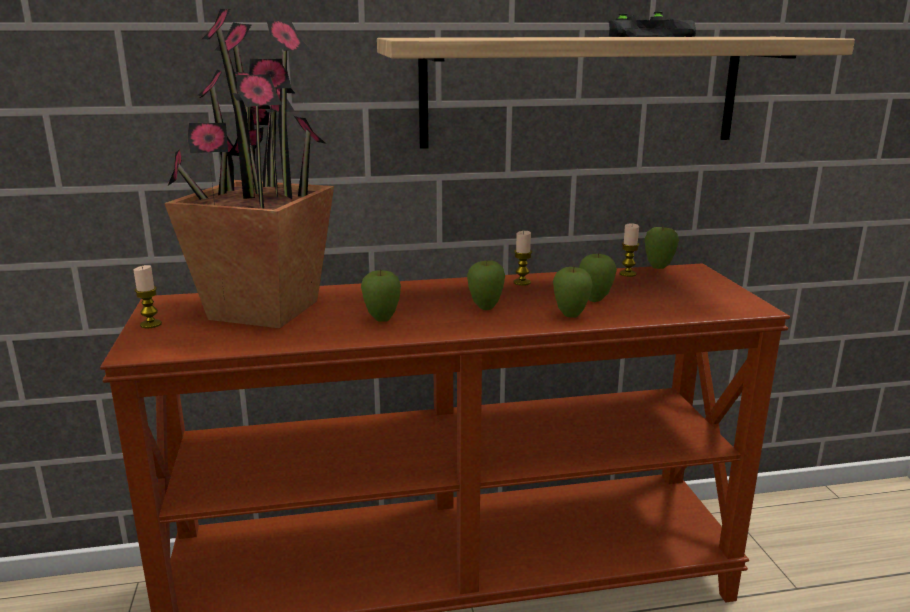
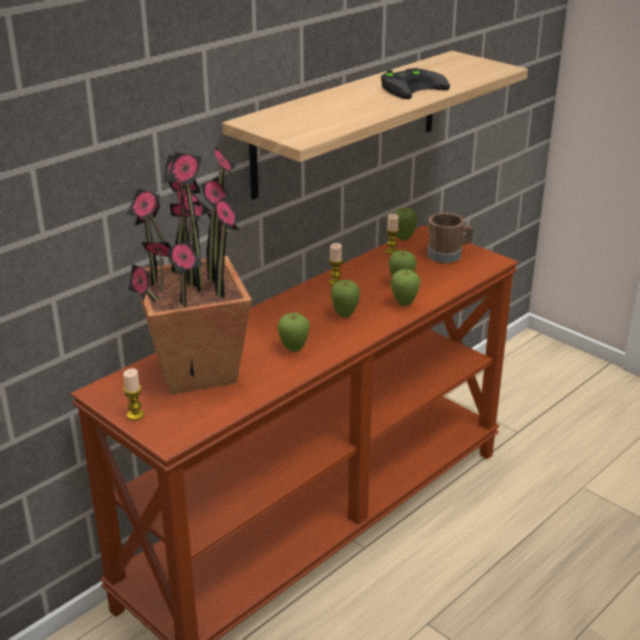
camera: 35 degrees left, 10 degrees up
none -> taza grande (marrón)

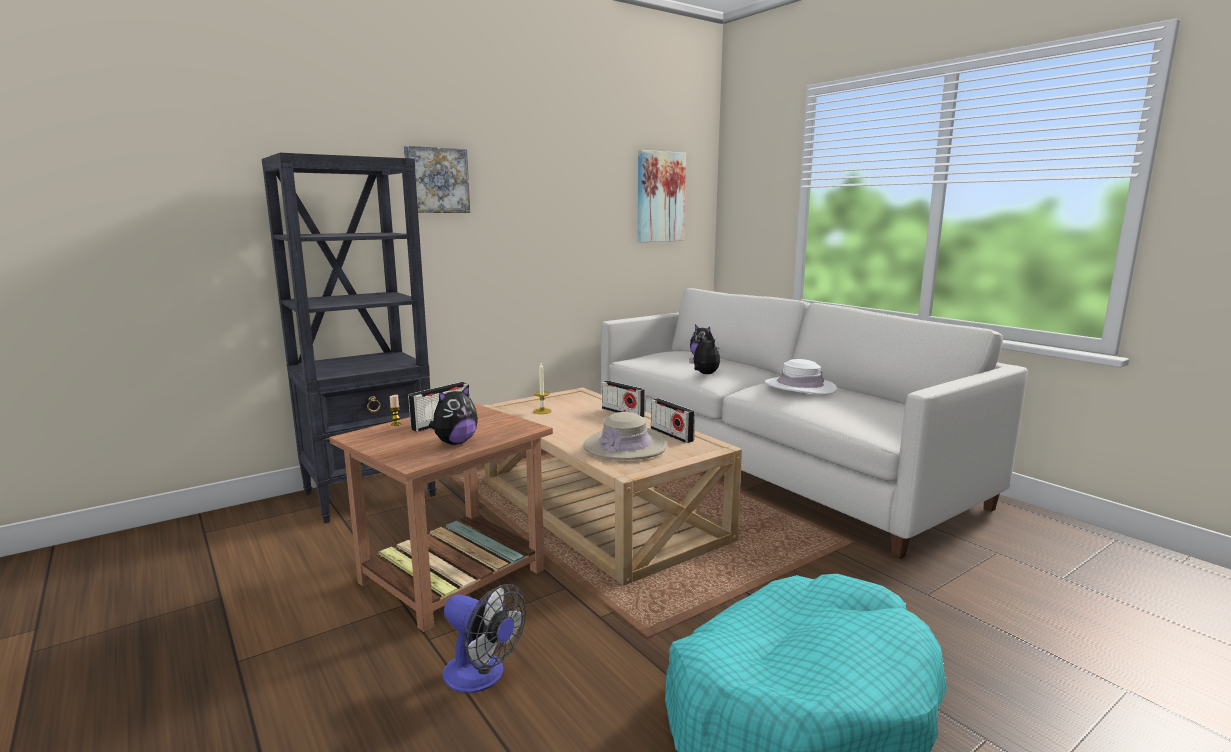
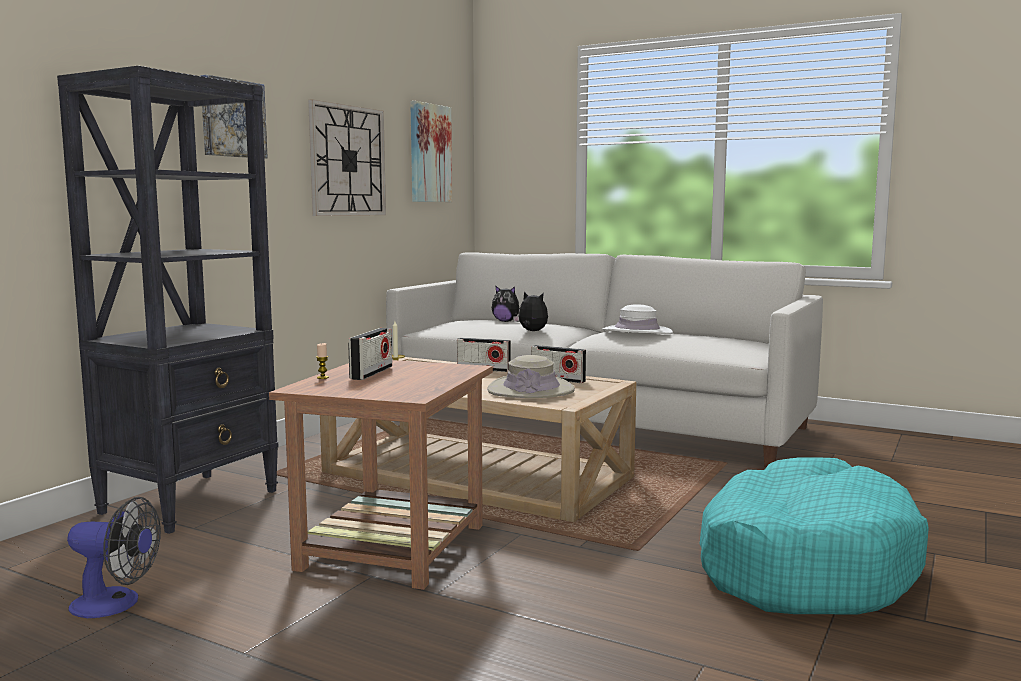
camera: 25 degrees left, 5 degrees down
peluche (1st from left) -> none
none -> reloj de pared
ventilador, moved

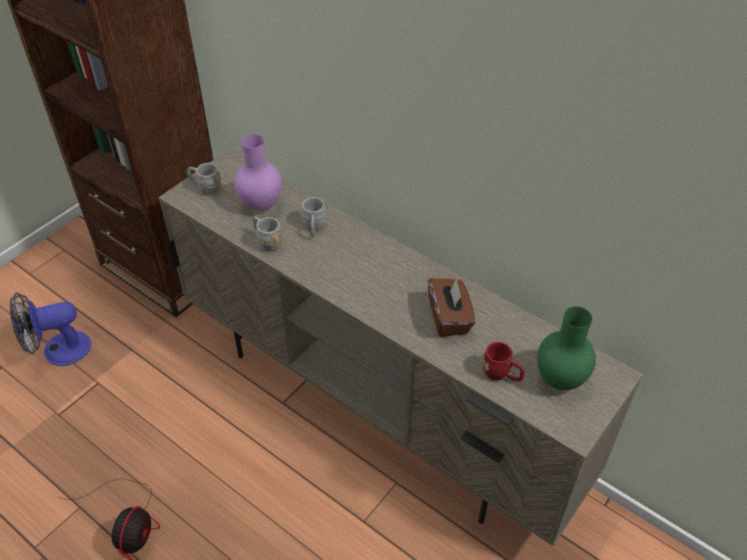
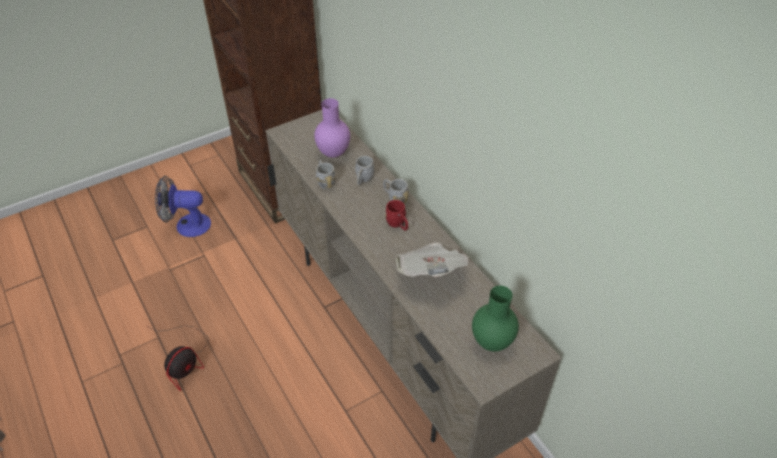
camera: 20 degrees right, 0 degrees up
taza grande (gris) (1st from left in the first image) -> taza grande (gris) (3rd from left), moved
taza grande (rojo), moved
caja de pañuelos (marrón) -> periódico

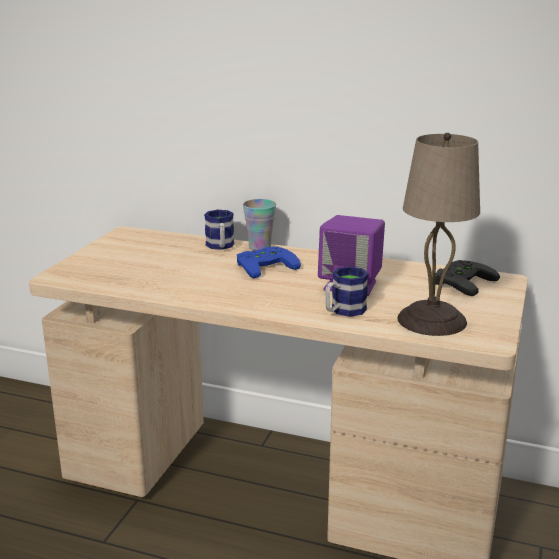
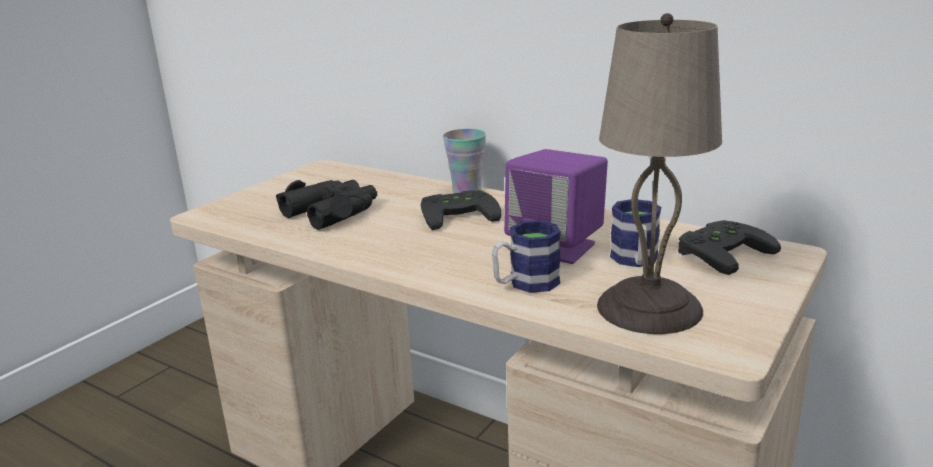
camera: 15 degrees right, 0 degrees up
none -> prismáticos (negro)
taza grande (1st from left in the first image) -> taza grande (2nd from left), moved
mando de consola (azul) -> mando de consola (negro) (1st from left)

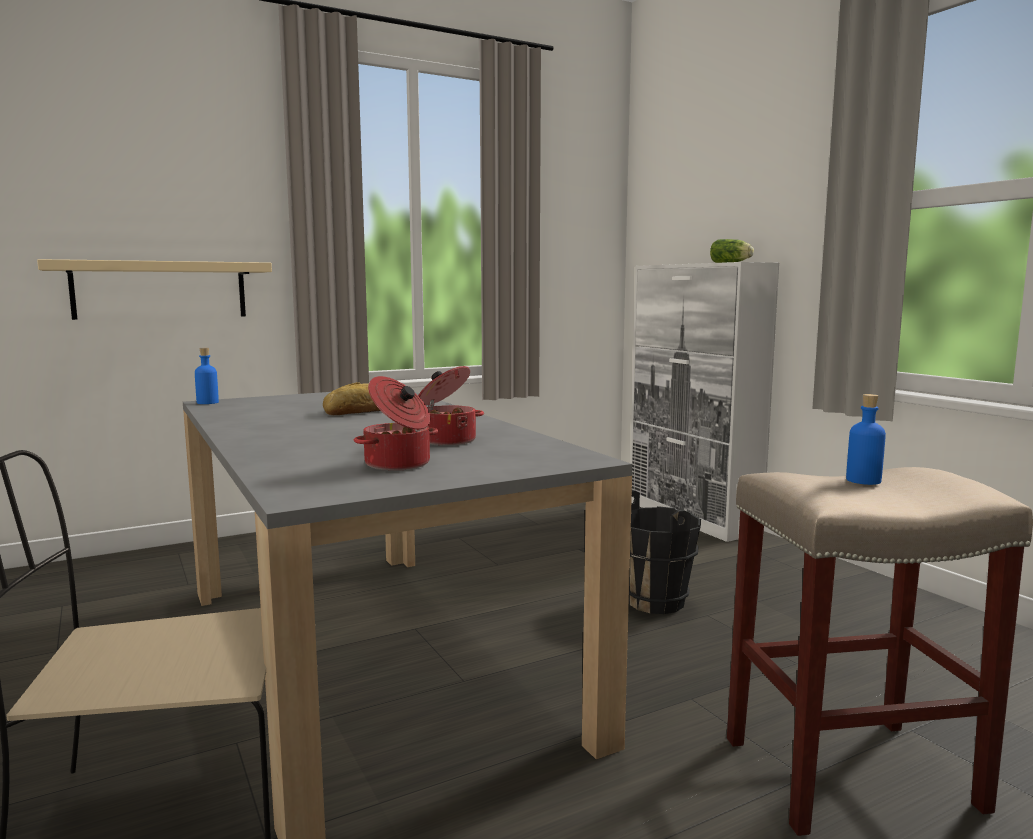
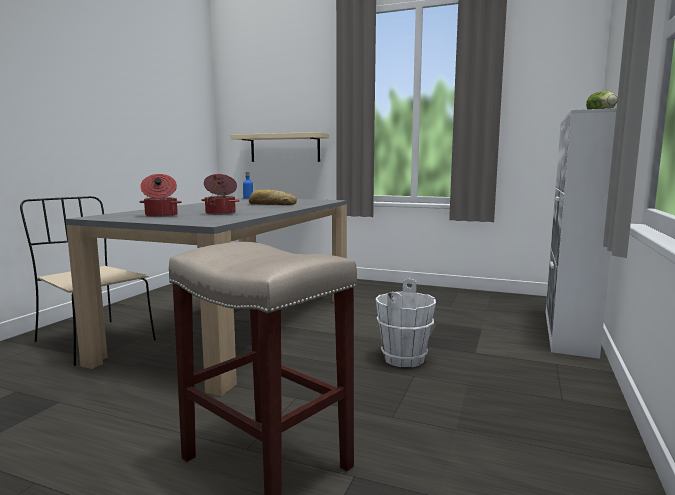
camera: 50 degrees right, 0 degrees up
botella (azul) (2nd from left) -> none
cubo (negro) -> cubo (blanco)

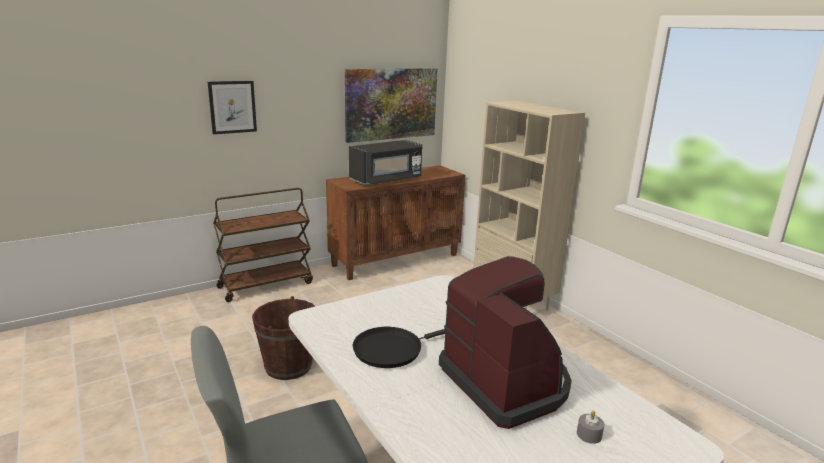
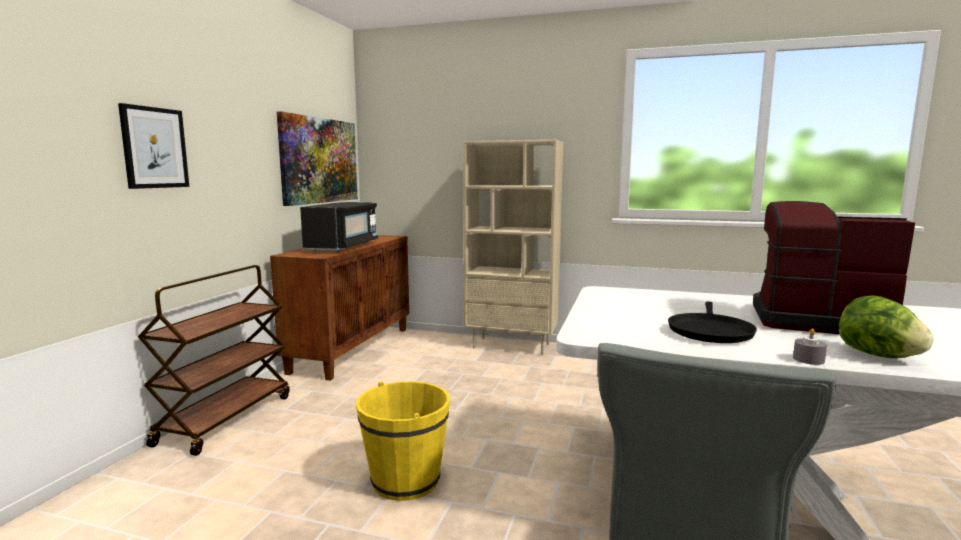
camera: 40 degrees left, 10 degrees down
none -> lechuga
vela (gris), moved
cubo (marrón) -> cubo (amarillo)

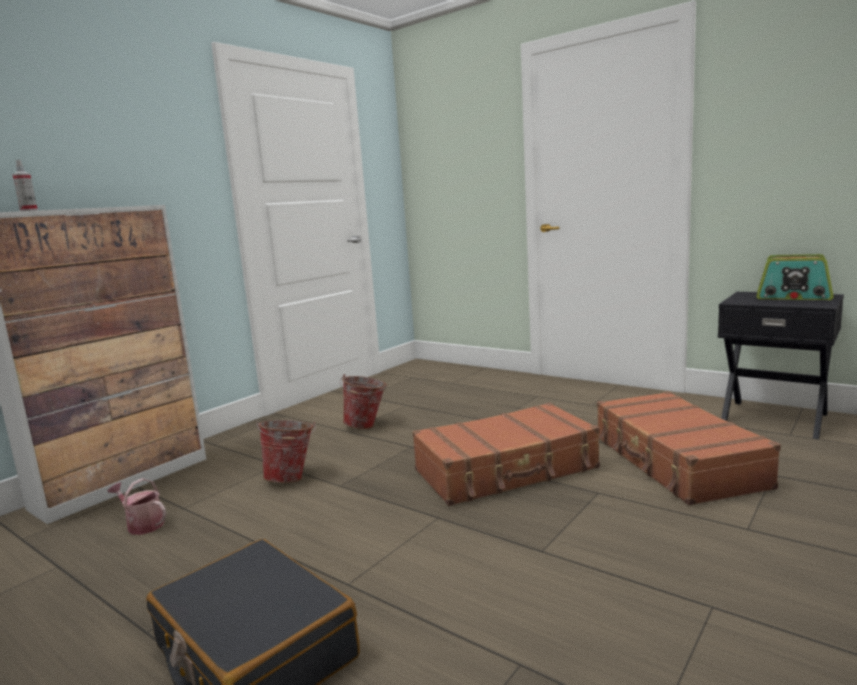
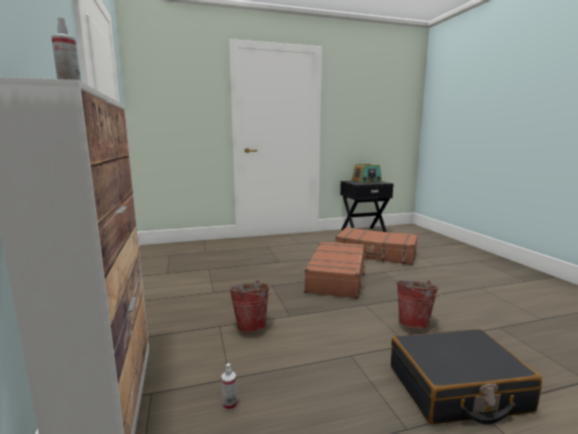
camera: 55 degrees left, 0 degrees up
cubo (2nd from left), moved
regadera -> pulverizador (2nd from left)

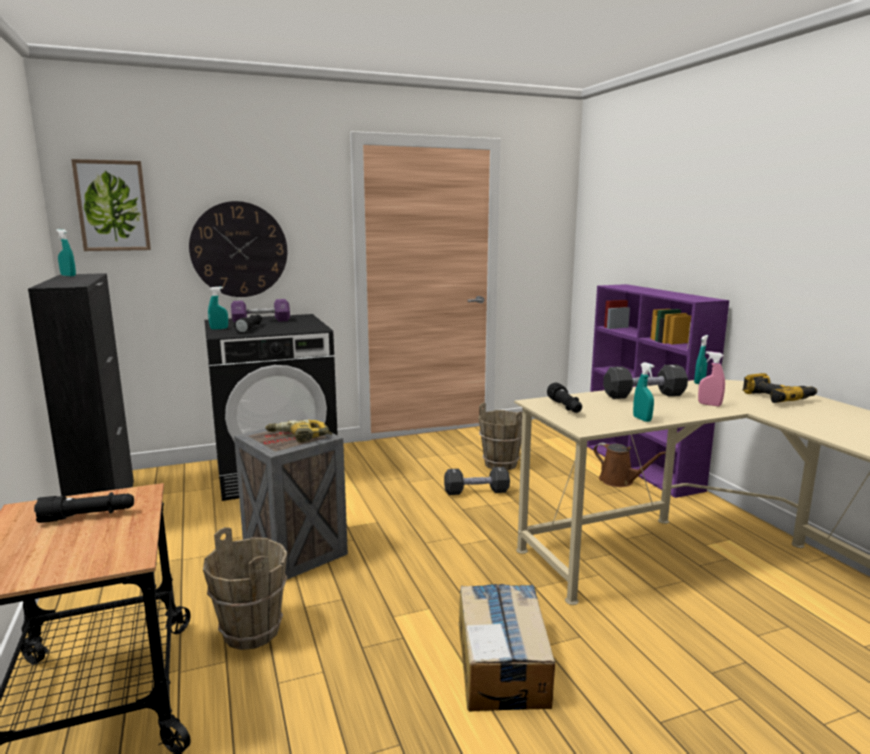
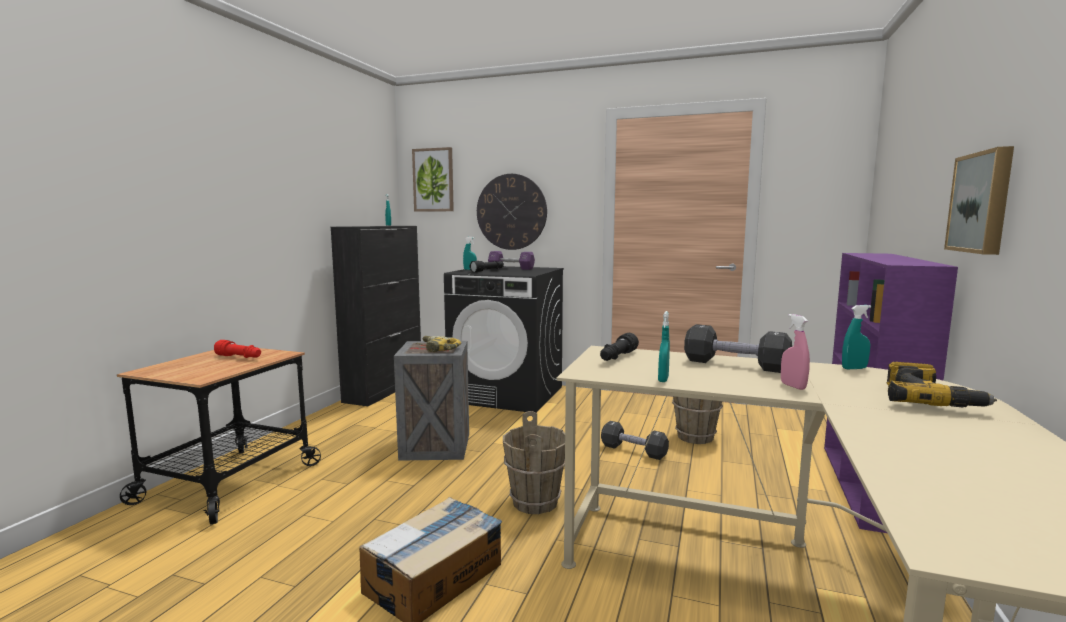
camera: 40 degrees right, 5 degrees down
regadera (marrón) -> none
none -> cuadro (2nd from left)
cubo (marrón) (1st from left), moved
linterna (negro) (1st from left) -> linterna (rojo)

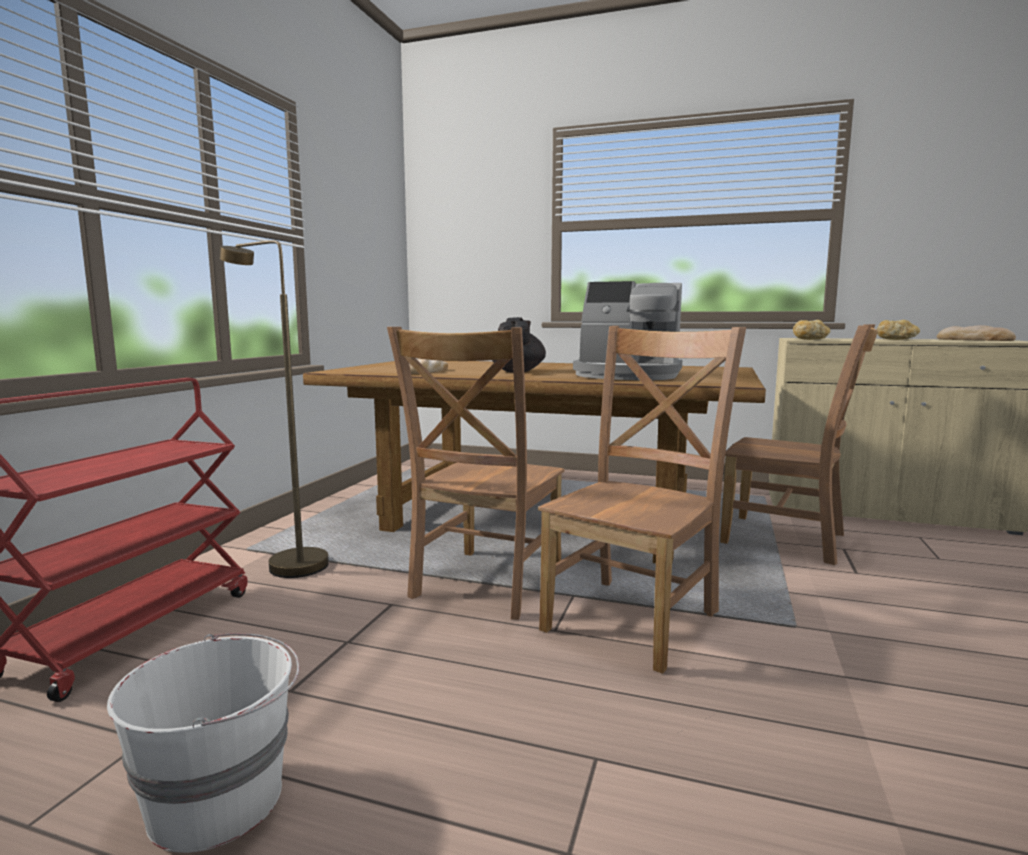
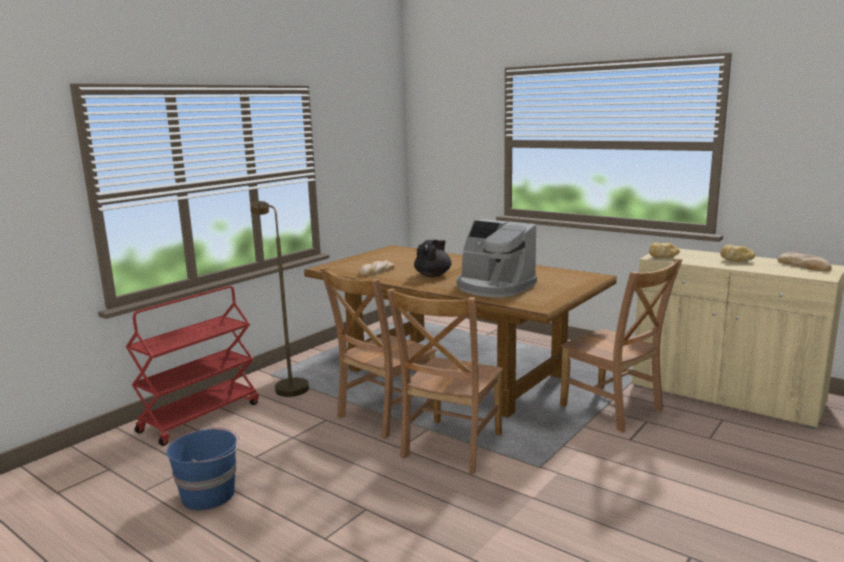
camera: 20 degrees right, 5 degrees up
cubo (blanco) -> cubo (azul)
silla (marrón) (2nd from left), 150 degrees clockwise

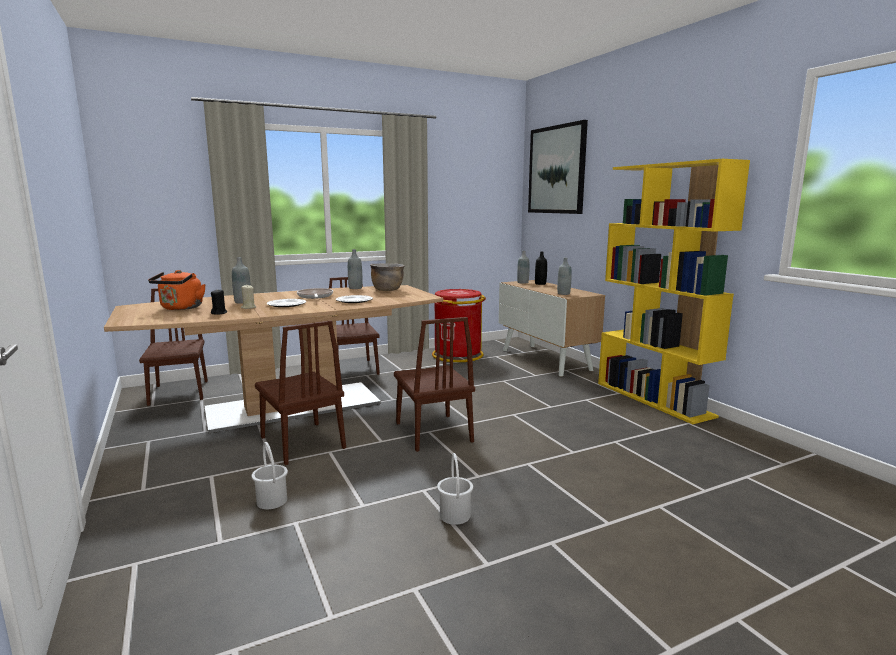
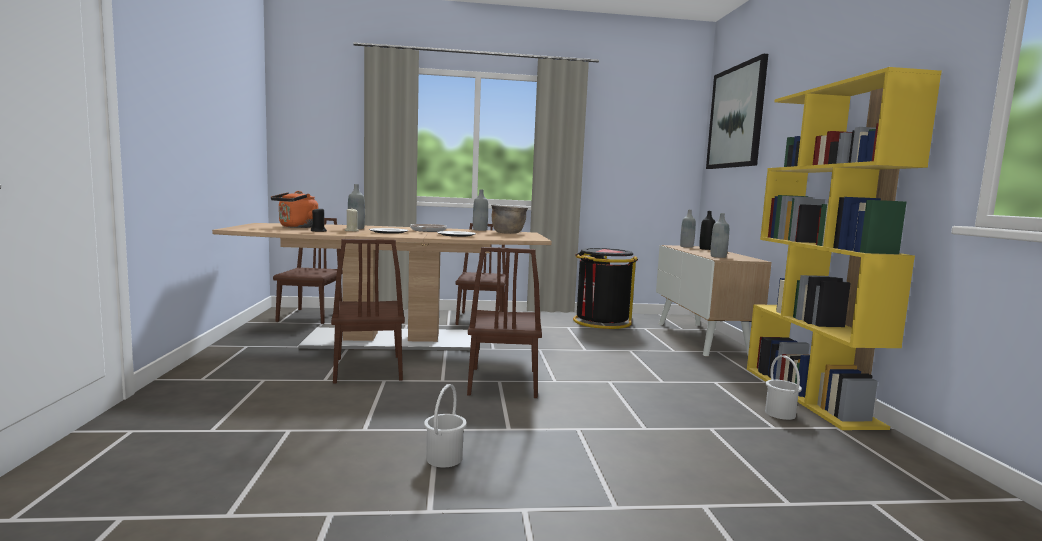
camera: 20 degrees right, 5 degrees down
cubo (blanco) (1st from left in the first image) -> cubo (blanco) (2nd from left), moved
papelera (rojo) -> papelera (negro)

